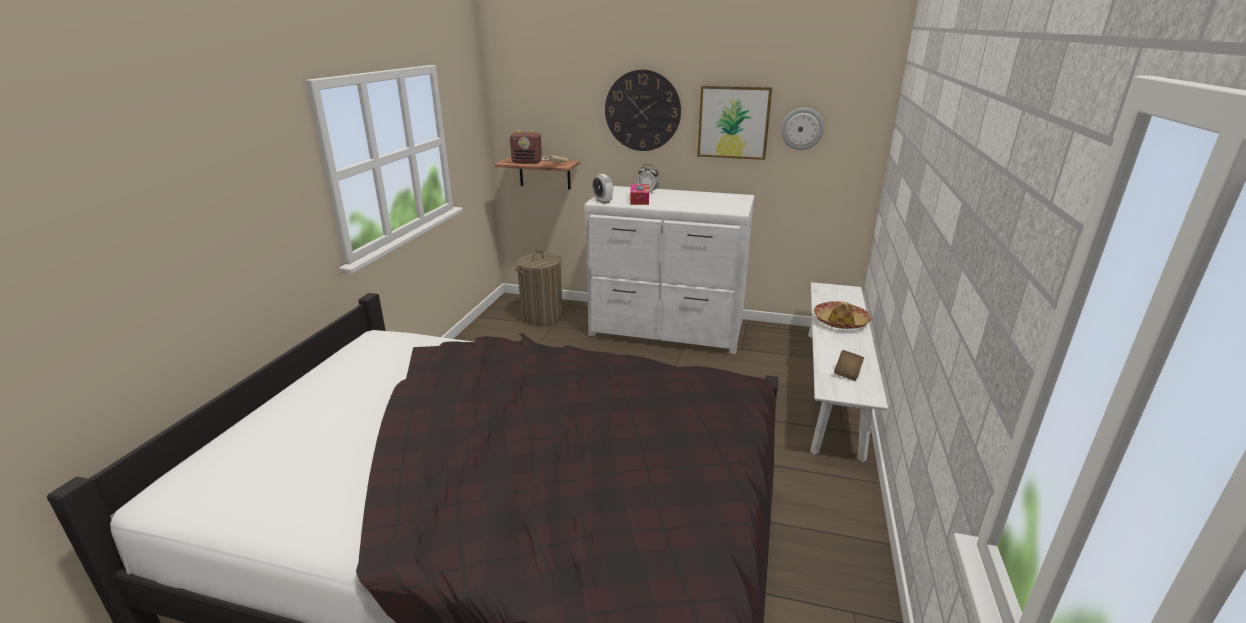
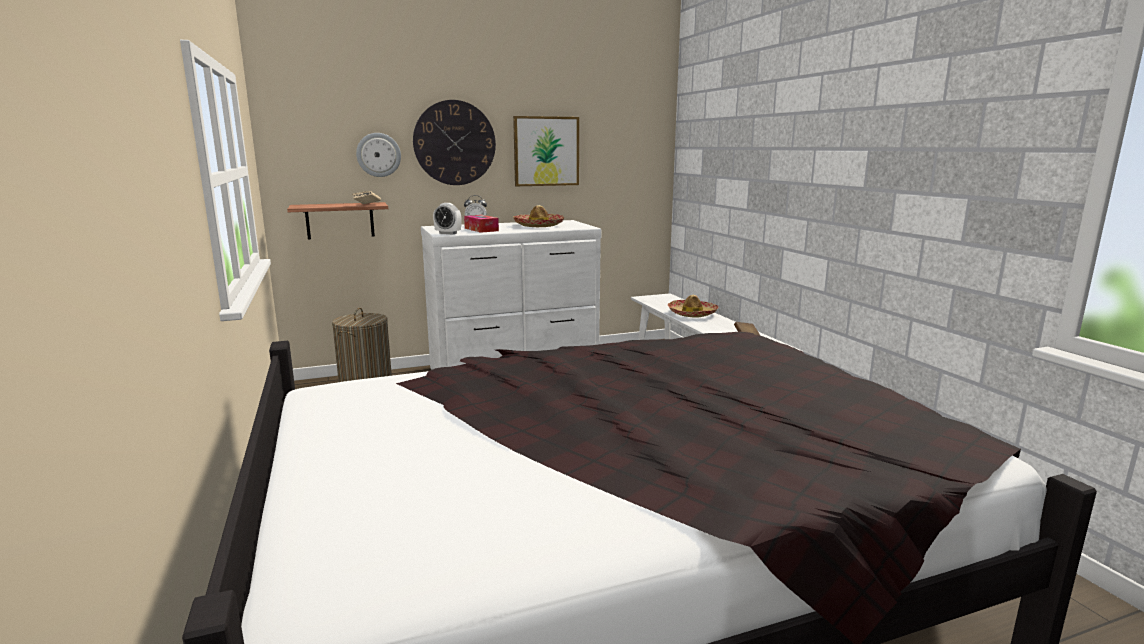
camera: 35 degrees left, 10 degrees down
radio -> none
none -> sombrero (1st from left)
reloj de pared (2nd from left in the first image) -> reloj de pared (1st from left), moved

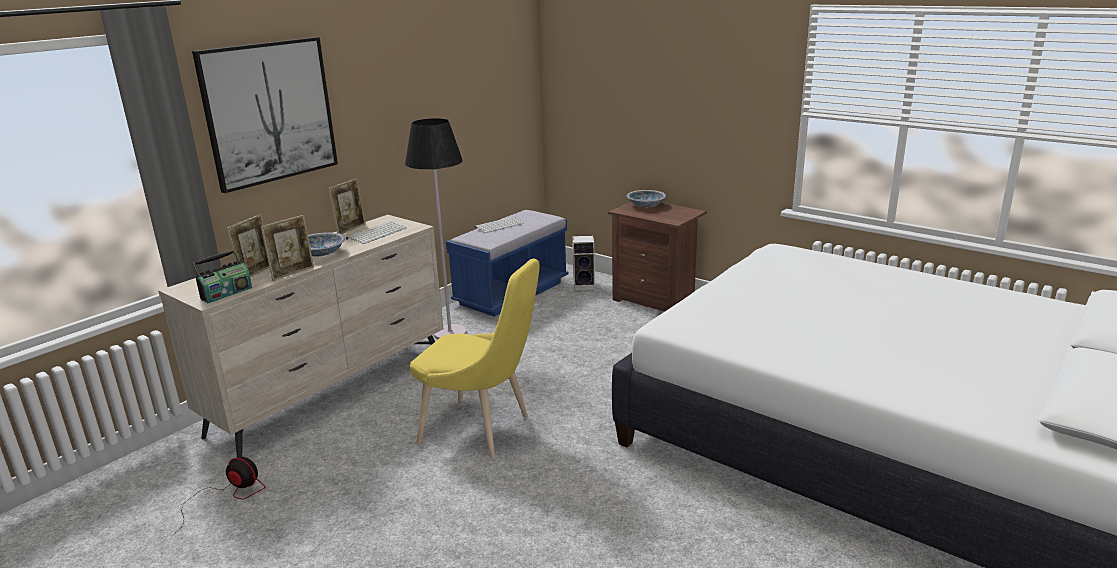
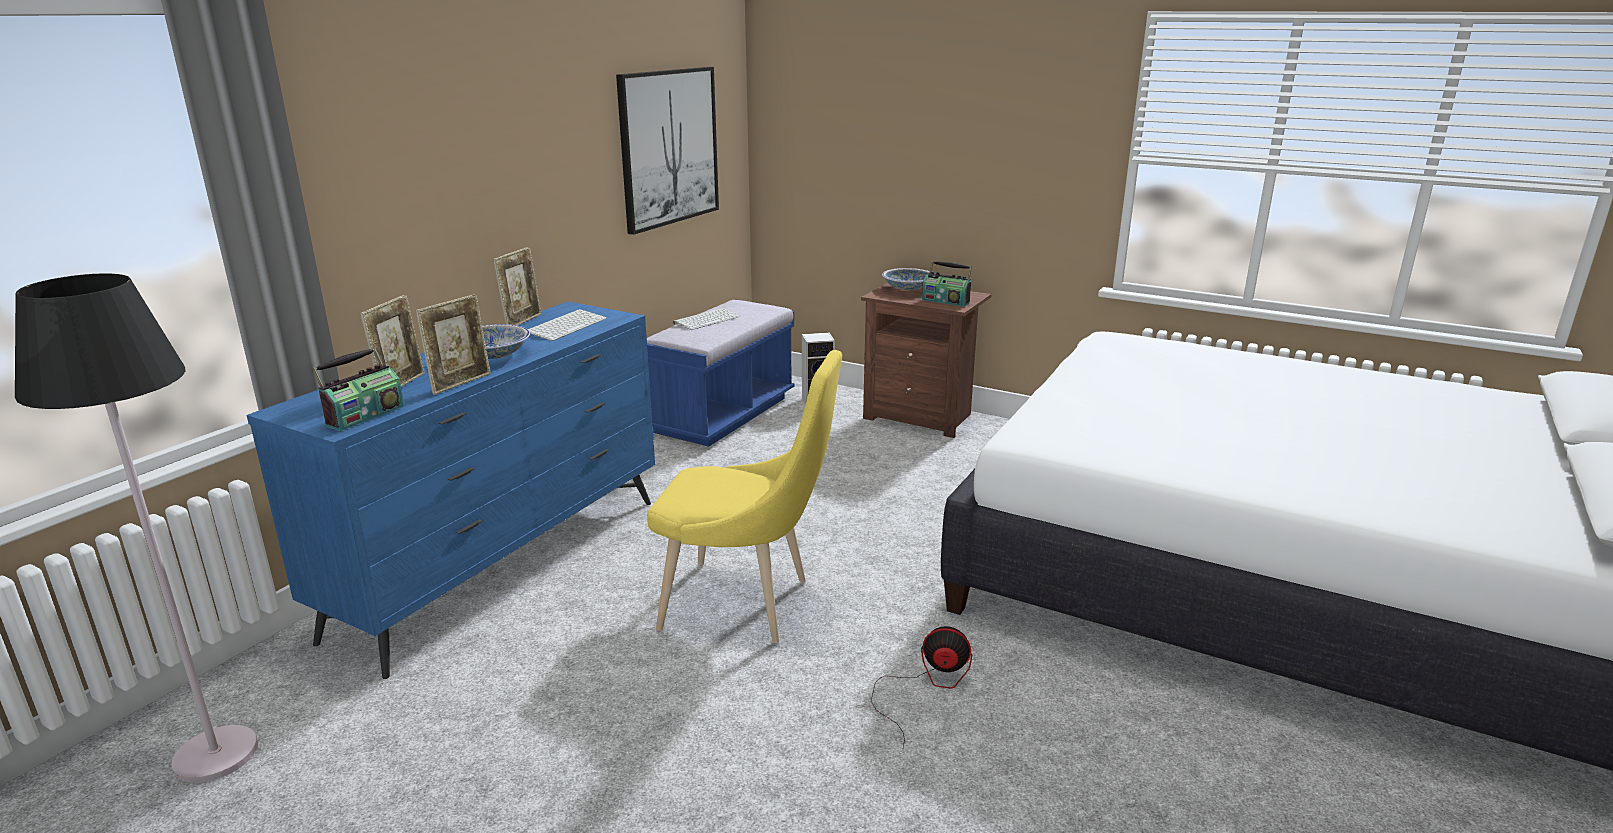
camera: 10 degrees left, 0 degrees up
none -> radio (2nd from left)
ventilador, moved
cuadro, moved
lámpara de pie (negro), moved
cómoda (beis) -> cómoda (azul)

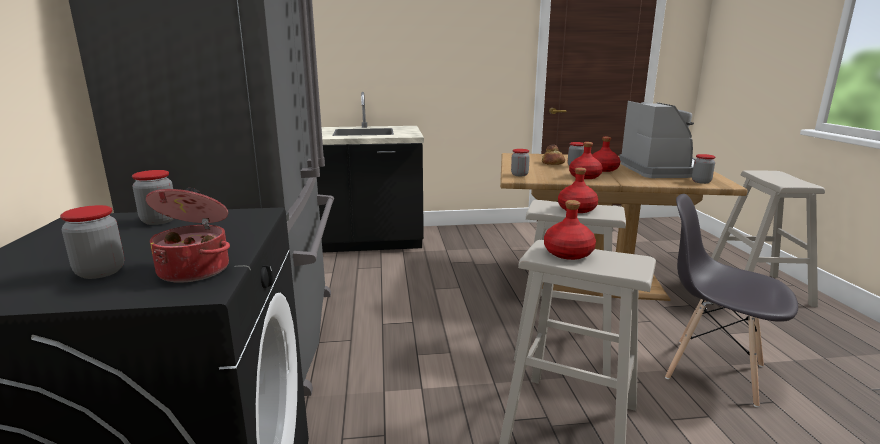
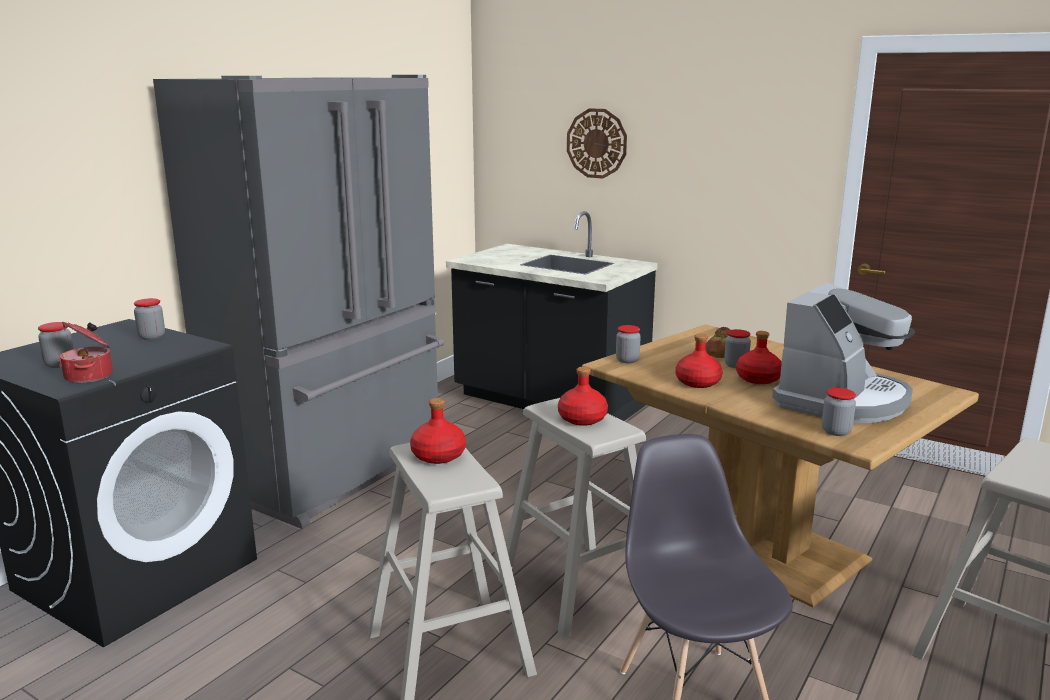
camera: 40 degrees right, 0 degrees up
none -> reloj de pared

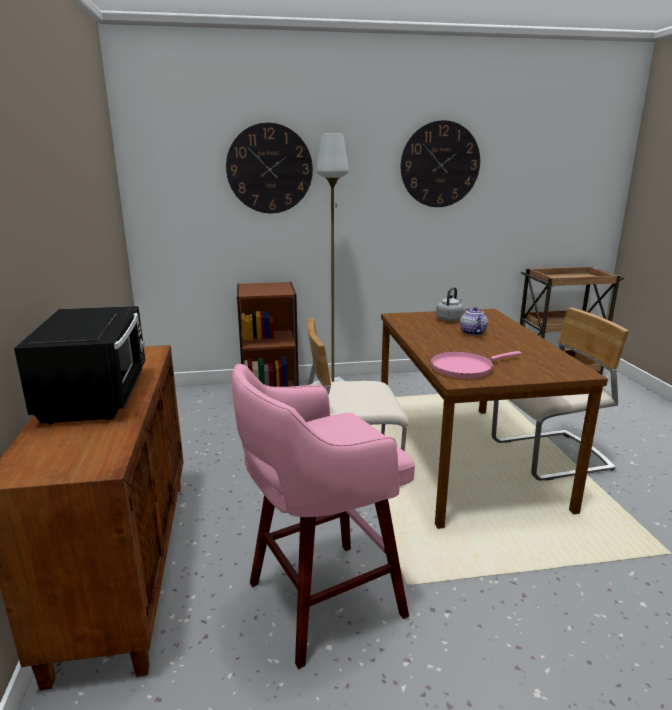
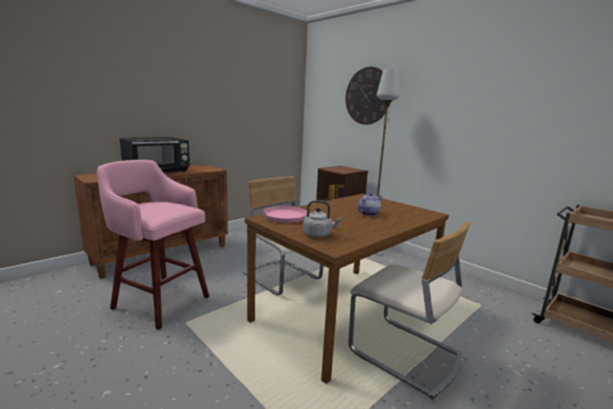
camera: 55 degrees right, 5 degrees down
reloj de pared (2nd from left) -> none
hervidor (gris), moved

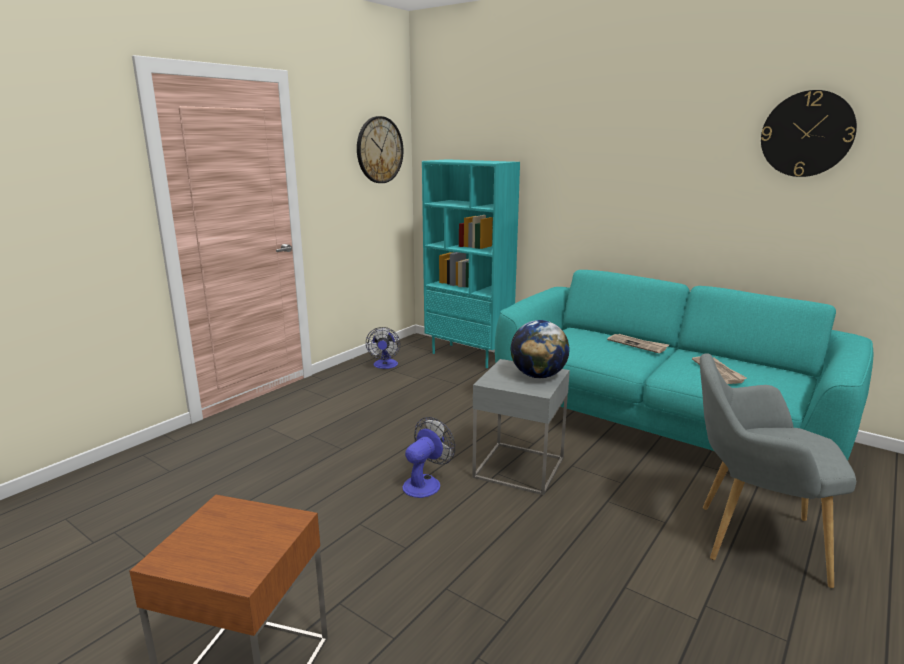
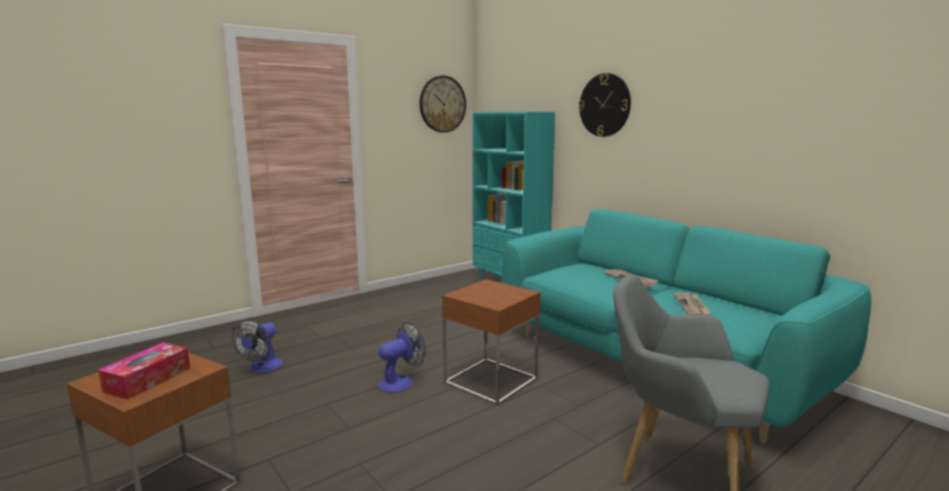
camera: 15 degrees right, 5 degrees down
globo terráqueo -> none
none -> caja de pañuelos
ventilador (1st from left), moved
reloj de pared (2nd from left), moved
mesa auxiliar (gris) -> mesa auxiliar (marrón) (2nd from left)

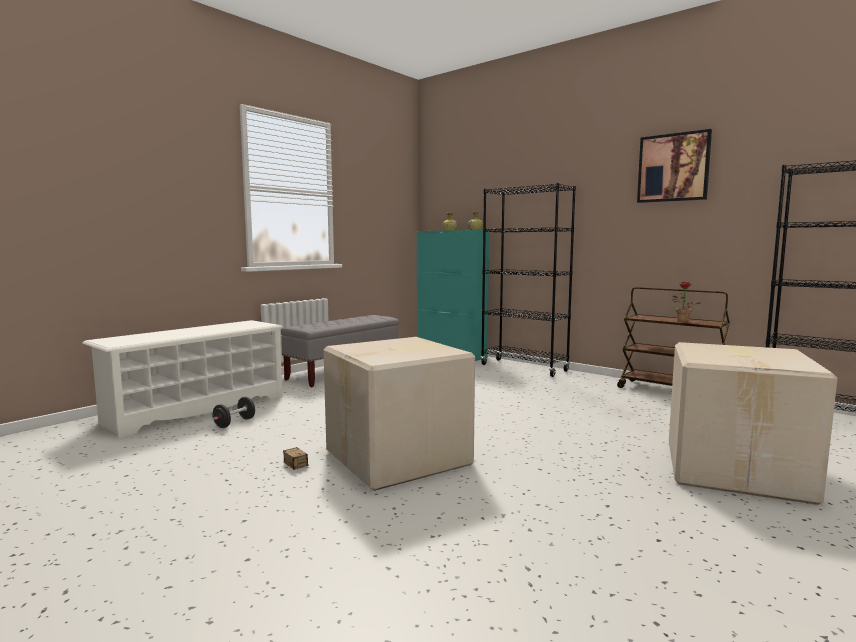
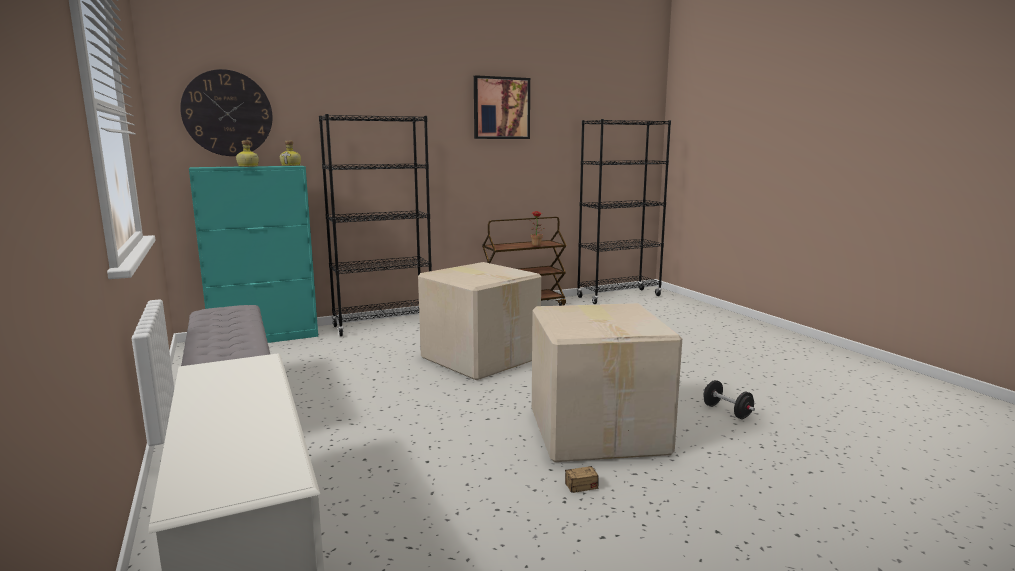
camera: 65 degrees left, 5 degrees up
none -> reloj de pared
mancuerna (negro), moved
caja de cartón (2nd from left in the first image) -> caja de cartón (1st from left), moved

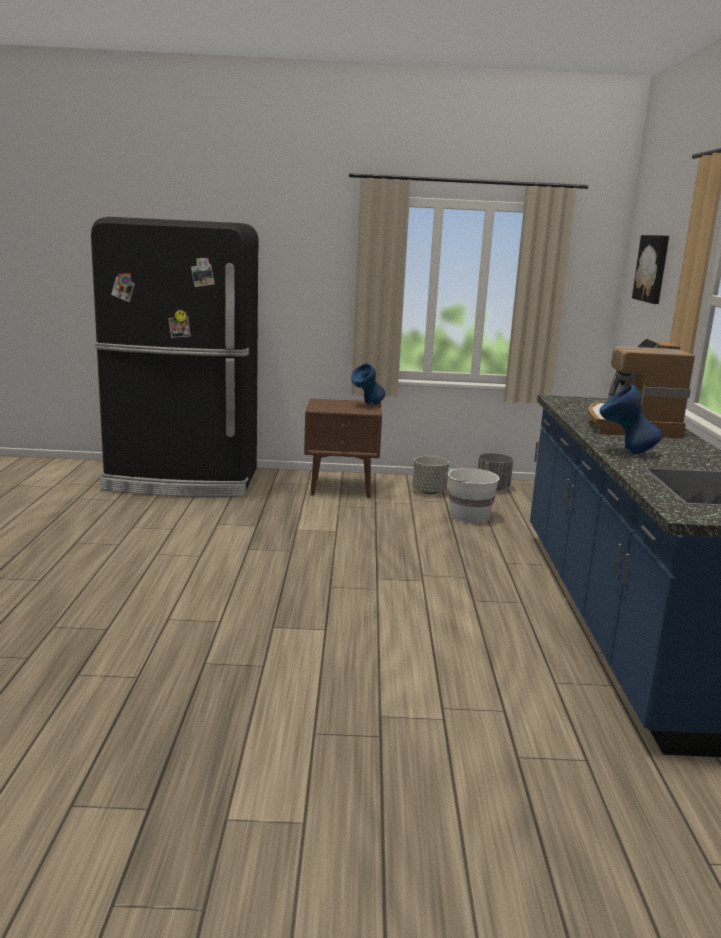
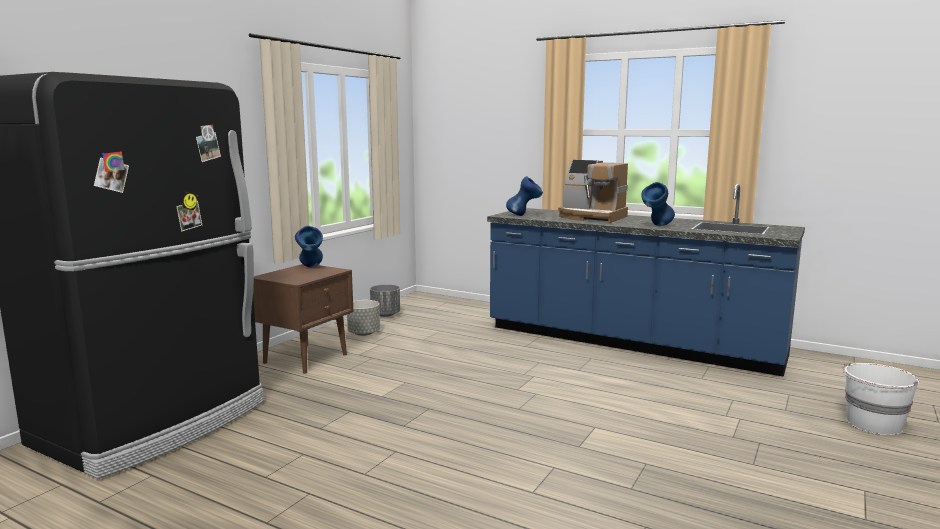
camera: 60 degrees left, 5 degrees down
cuadro -> none
none -> florero (azul) (2nd from left)
cubo (blanco), moved

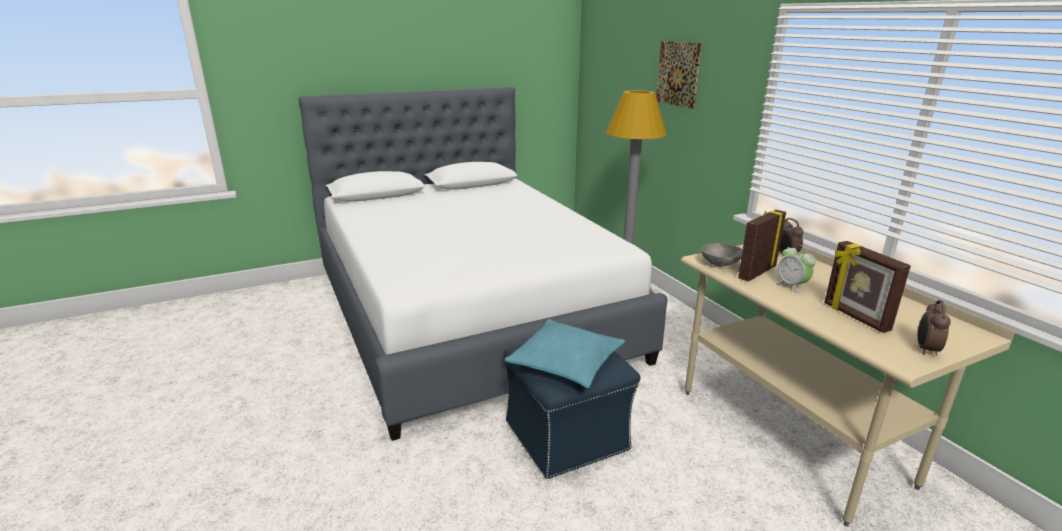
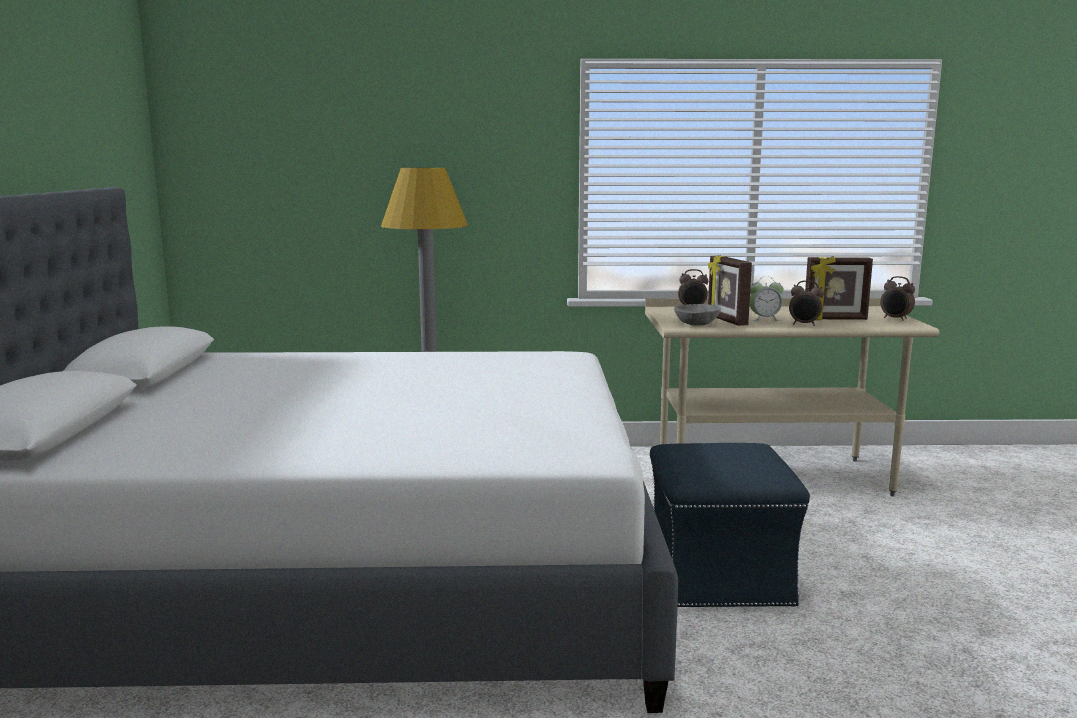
camera: 65 degrees left, 10 degrees down
cojín (turquesa) -> none
cuadro -> none
none -> despertador (3rd from left)

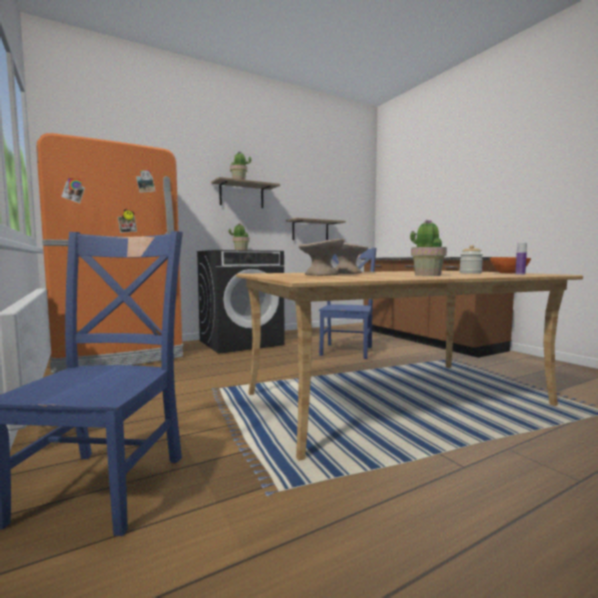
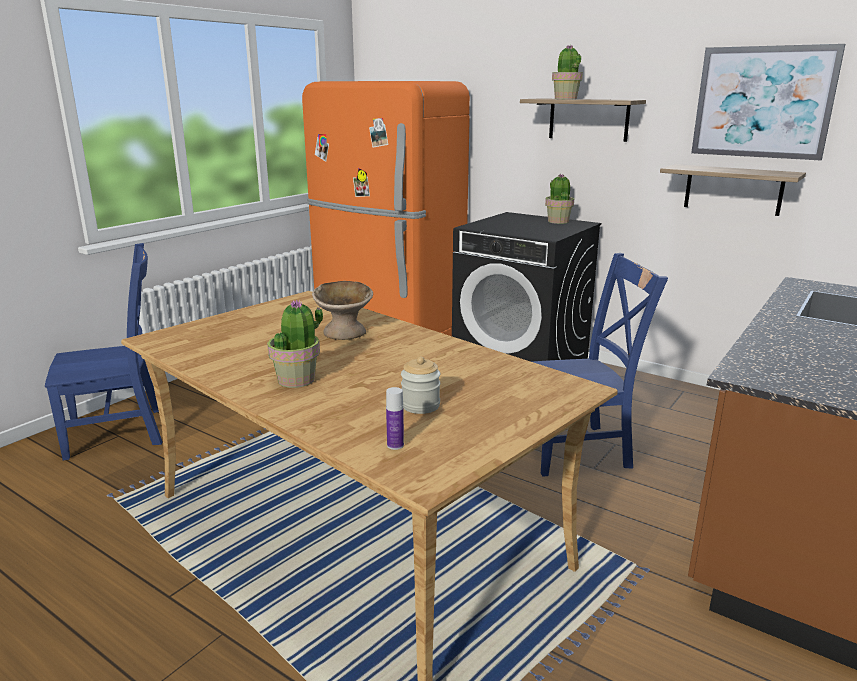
camera: 65 degrees right, 15 degrees up
cuenco (beis) (1st from left) -> none
cuenco (naranja) -> none
none -> cuadro

